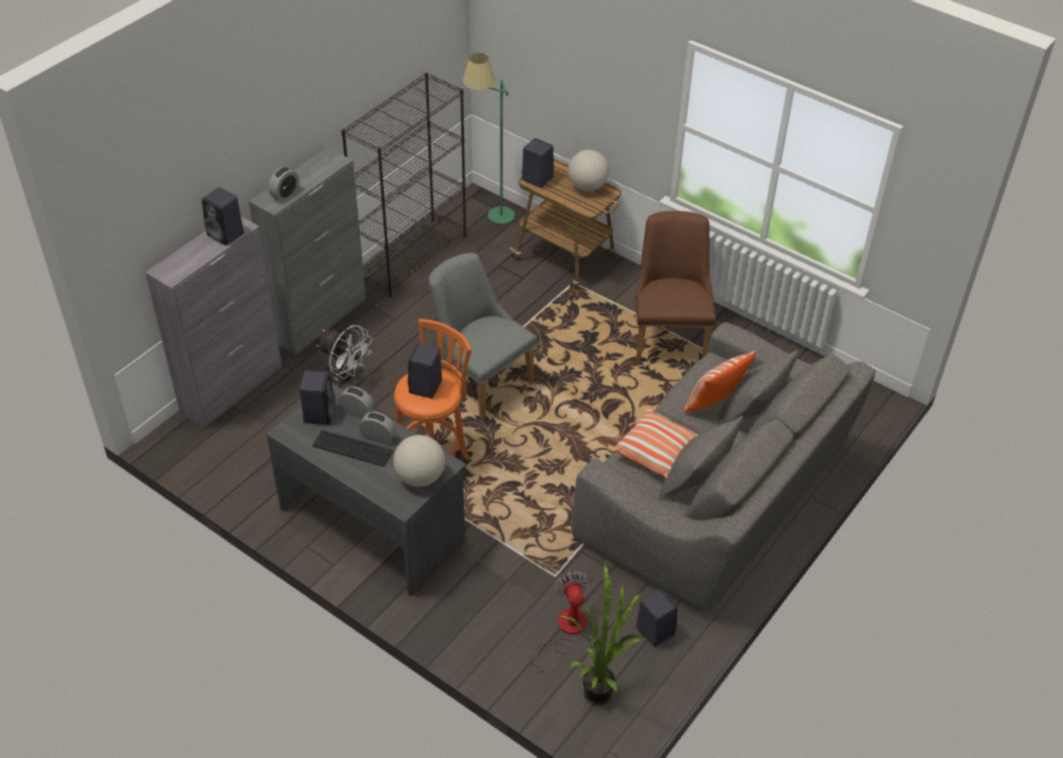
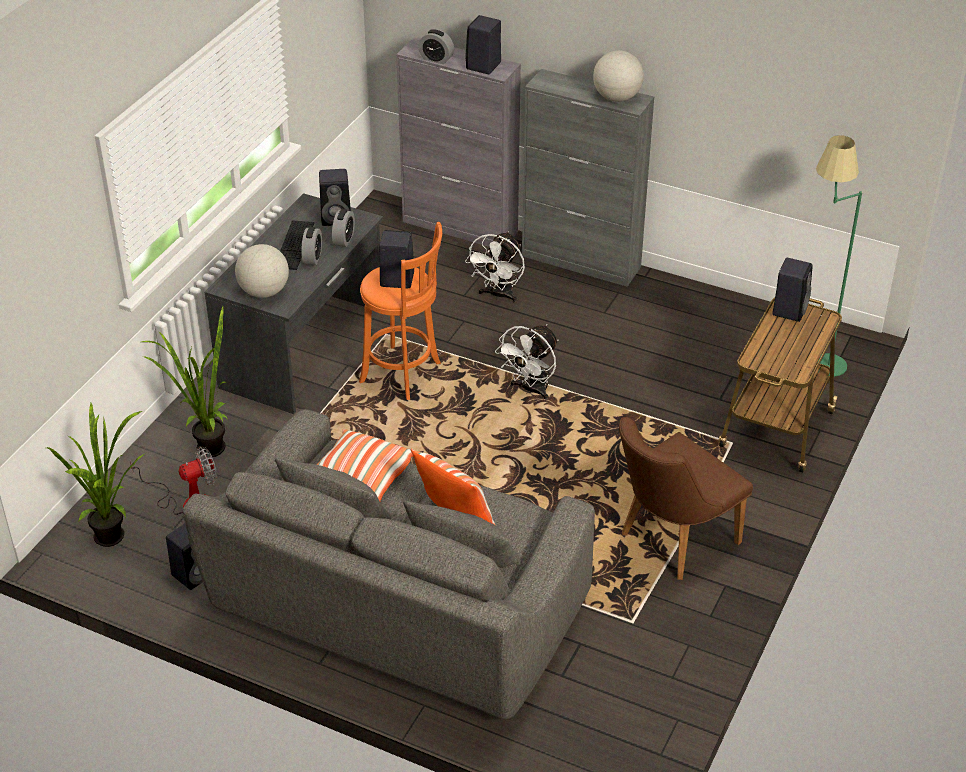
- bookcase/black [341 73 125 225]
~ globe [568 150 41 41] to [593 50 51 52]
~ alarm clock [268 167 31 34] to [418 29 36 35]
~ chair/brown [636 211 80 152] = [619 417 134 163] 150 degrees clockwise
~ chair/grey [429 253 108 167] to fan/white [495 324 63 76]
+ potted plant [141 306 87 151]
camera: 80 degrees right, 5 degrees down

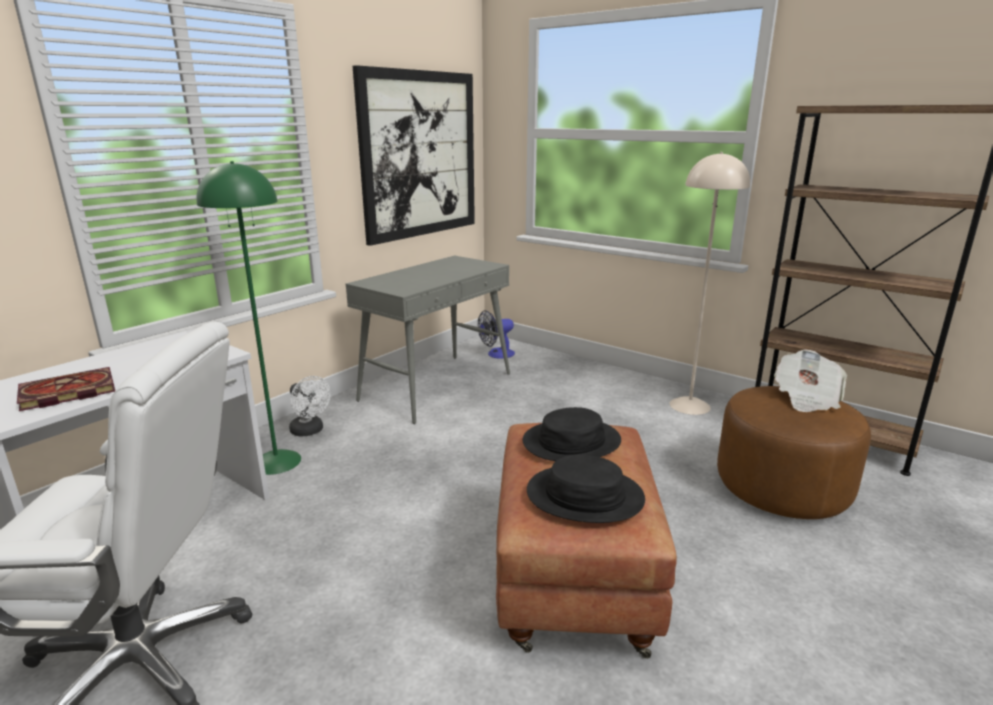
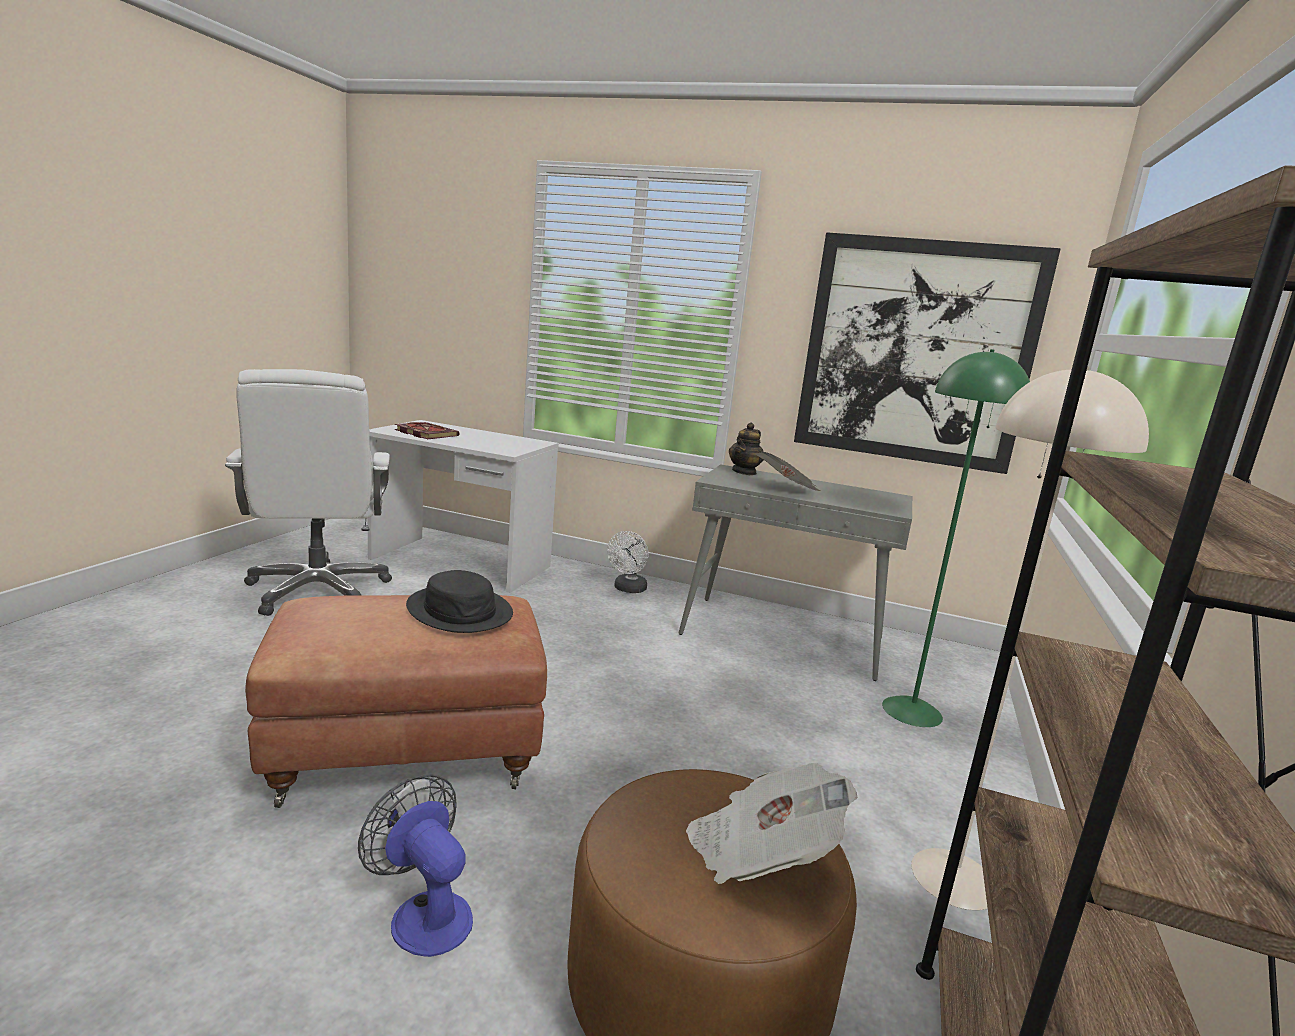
~ floor lamp/green [196 161 105 314] to [882 349 148 378]
~ fan [478 310 37 49] to [358 774 115 183]
- hat/black [527 455 118 68]
+ teapot [729 422 34 53]
+ newspaper [756 451 65 40]
camera: 70 degrees right, 5 degrees down

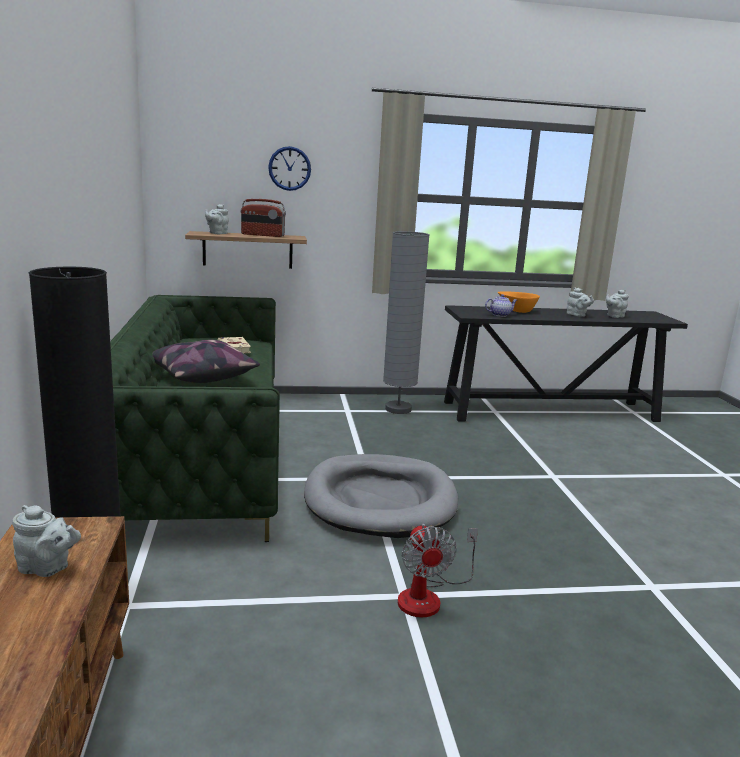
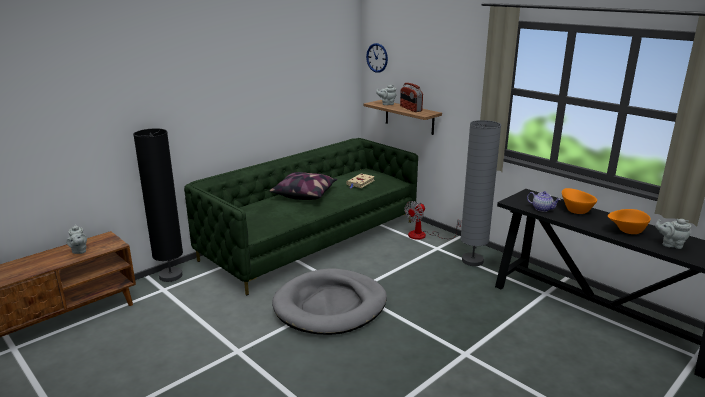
~ wall clock [268 146 43 45] to [366 43 22 30]
~ teapot/grey [567 288 27 28] to bowl/orange [608 209 43 25]
~ fan [398 524 80 93] to [405 201 56 39]
camera: 55 degrees right, 5 degrees up

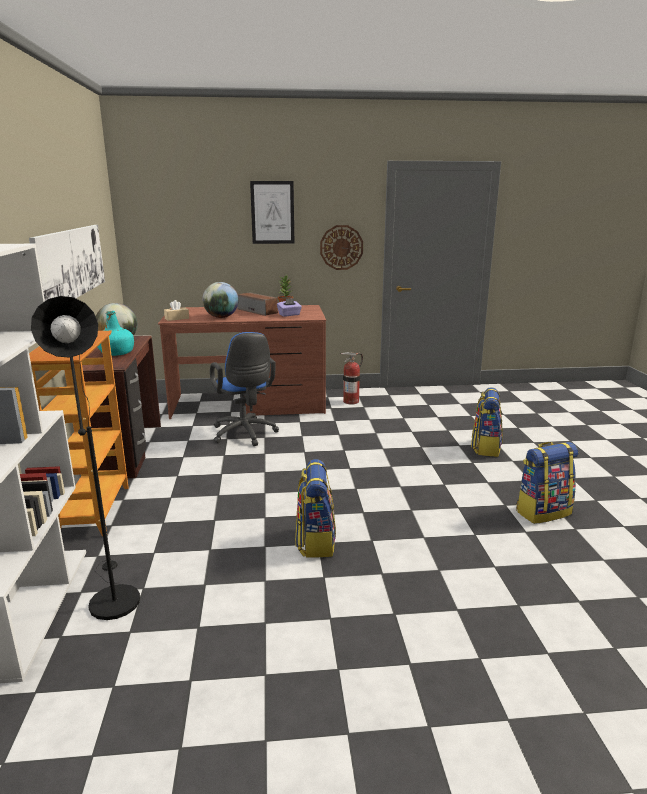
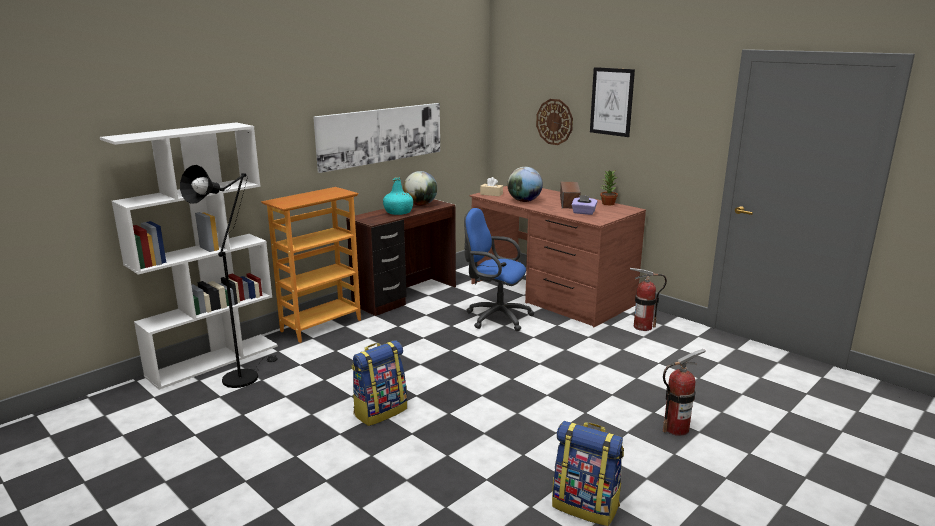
~ wall clock [320 225 43 45] to [536 99 37 46]
~ office chair/blue [210 332 69 114] = [464 208 71 123] 90 degrees clockwise
~ backpack [471 387 32 70] to fire extinguisher [663 349 43 87]
camera: 50 degrees right, 0 degrees up

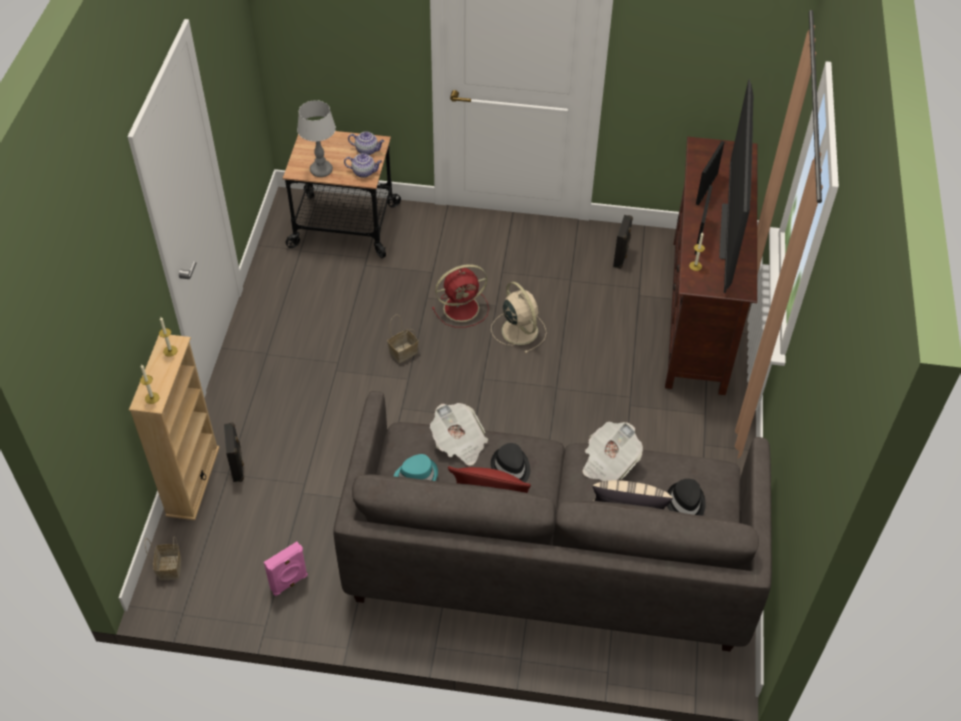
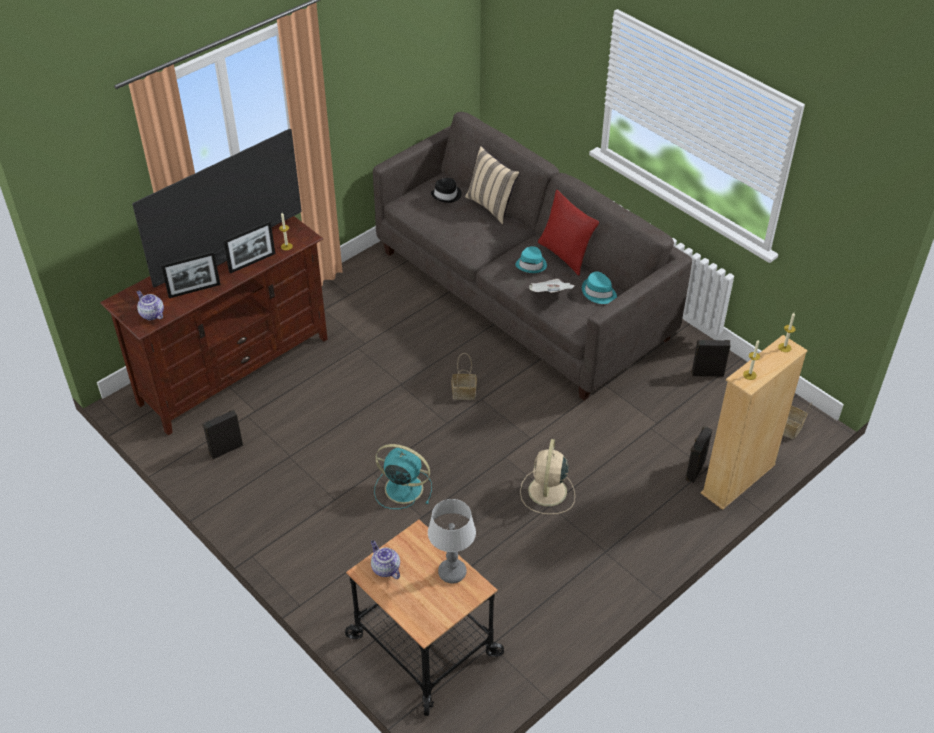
~ teapot [344 153 38 25] to [137 291 27 30]
~ fan/red [432 264 57 64] to fan/turquoise [374 444 58 65]
~ fan/beige [491 282 56 71] to [520 439 55 75]
~ basket [388 315 30 48] to [452 353 25 47]
- newspaper [583 422 60 59]
~ hat/black [491 443 39 40] to hat/turquoise [515 246 32 27]
~ speaker/pink [264 542 44 54] to speaker/black [691 339 40 38]
camera: 140 degrees left, 5 degrees down

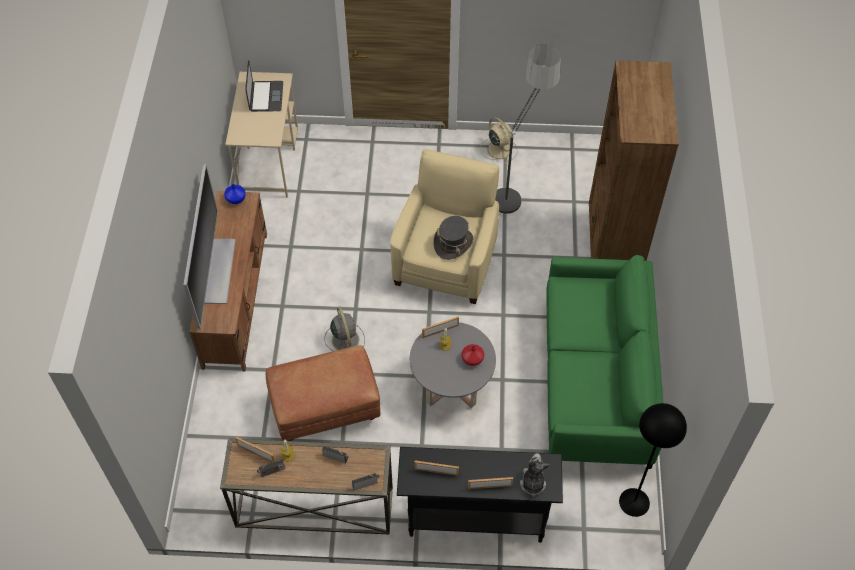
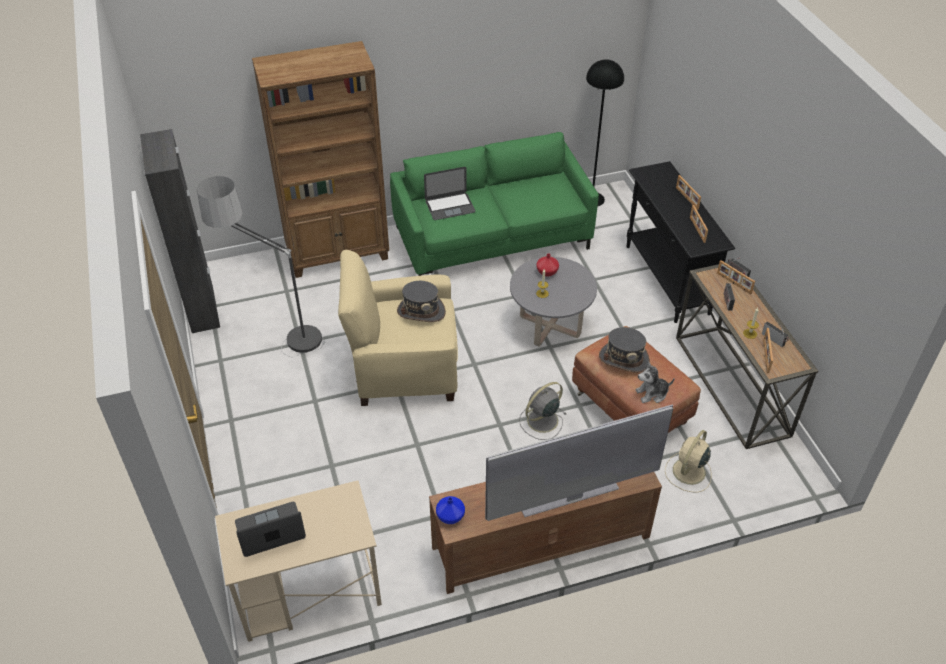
~ fan/beige [480 117 38 47] to [665 430 46 62]
~ picture frame [422 316 37 22] to [717 260 38 34]
~ plush toy [520 453 29 44] to [636 361 39 42]
+ cabinet/black [140 129 80 204]
+ laptop [424 167 52 53]
+ hat/grey [599 327 51 46]
camera: 110 degrees left, 10 degrees down

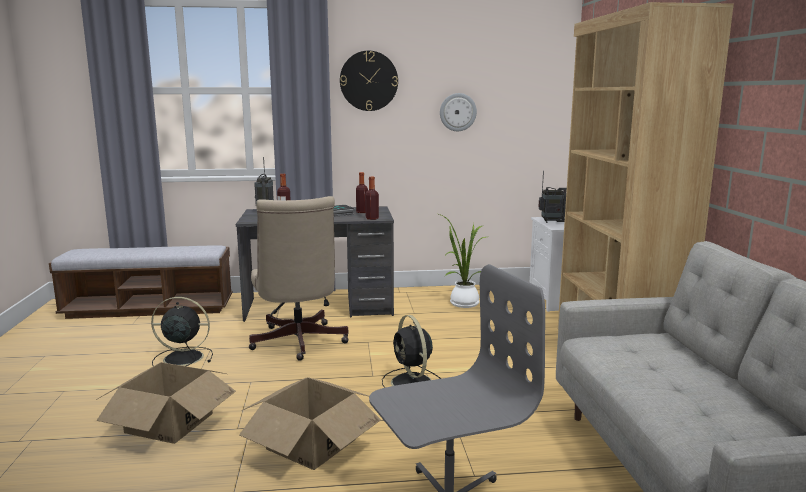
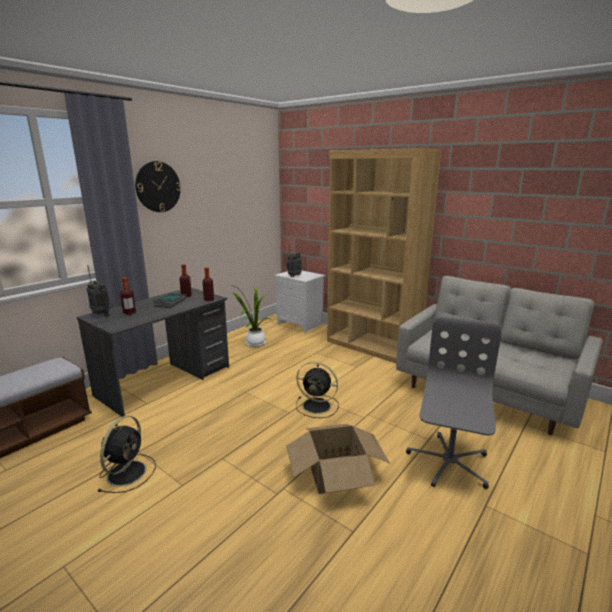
- wall clock [440 93 37 38]
- office chair/beige [249 196 100 165]
~ fan/black [151 297 62 69] = [98 416 58 77] 150 degrees clockwise
- cardboard box [96 362 140 82]
camera: 45 degrees left, 5 degrees up

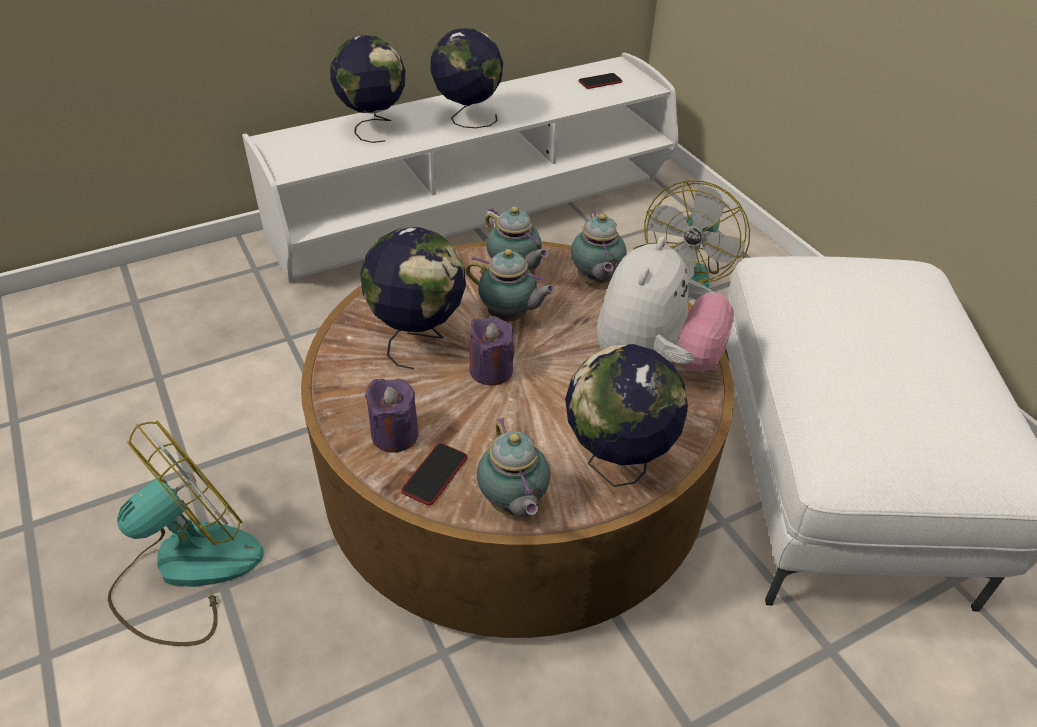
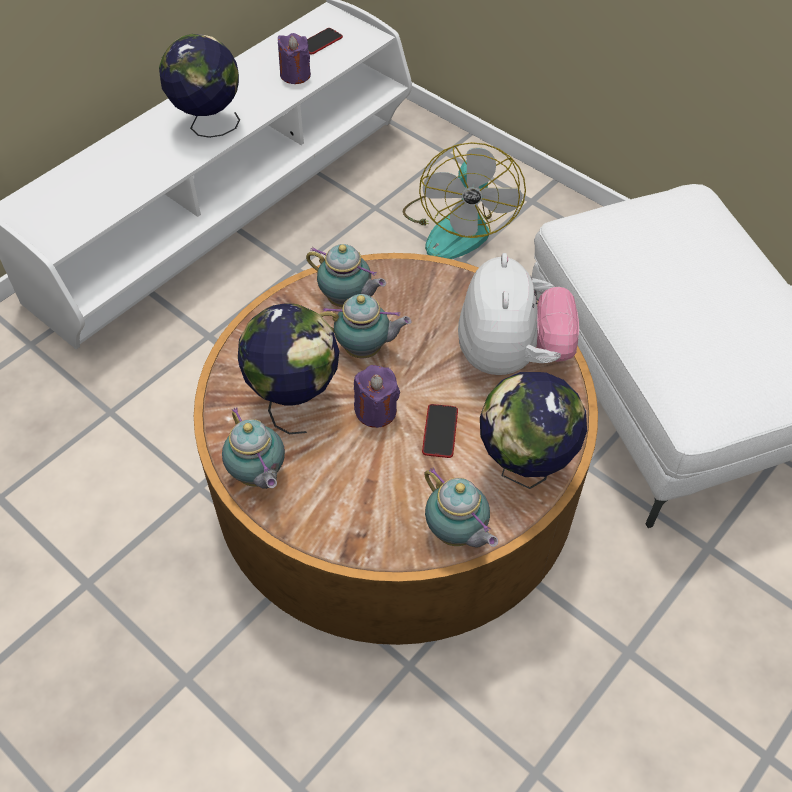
- globe [330 35 75 108]
~ teapot [571 211 56 73] to [222 407 63 82]
~ candle/purple [365 379 54 74] to [278 33 33 51]
- fan [108 421 156 225]
~ phone [401 443 66 62] to [422 404 36 54]
camera: 20 degrees left, 10 degrees up

